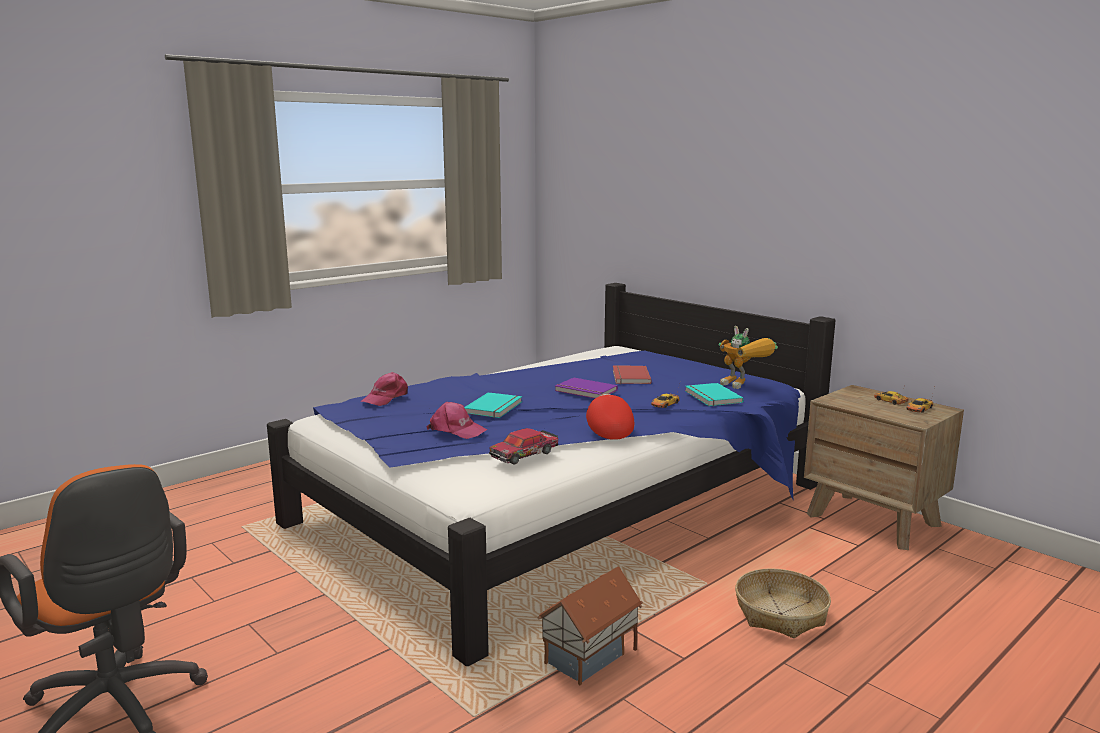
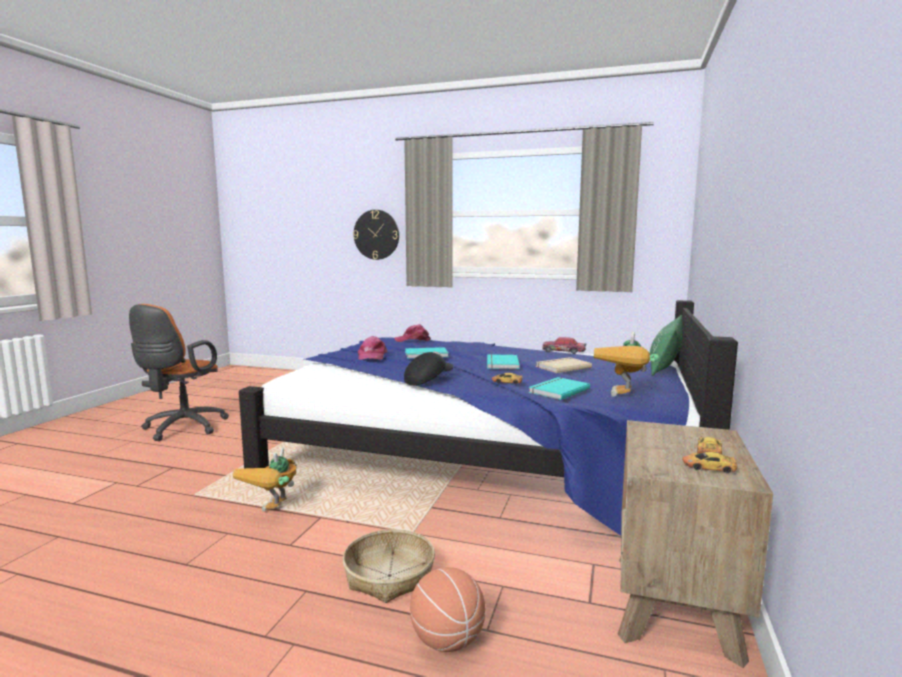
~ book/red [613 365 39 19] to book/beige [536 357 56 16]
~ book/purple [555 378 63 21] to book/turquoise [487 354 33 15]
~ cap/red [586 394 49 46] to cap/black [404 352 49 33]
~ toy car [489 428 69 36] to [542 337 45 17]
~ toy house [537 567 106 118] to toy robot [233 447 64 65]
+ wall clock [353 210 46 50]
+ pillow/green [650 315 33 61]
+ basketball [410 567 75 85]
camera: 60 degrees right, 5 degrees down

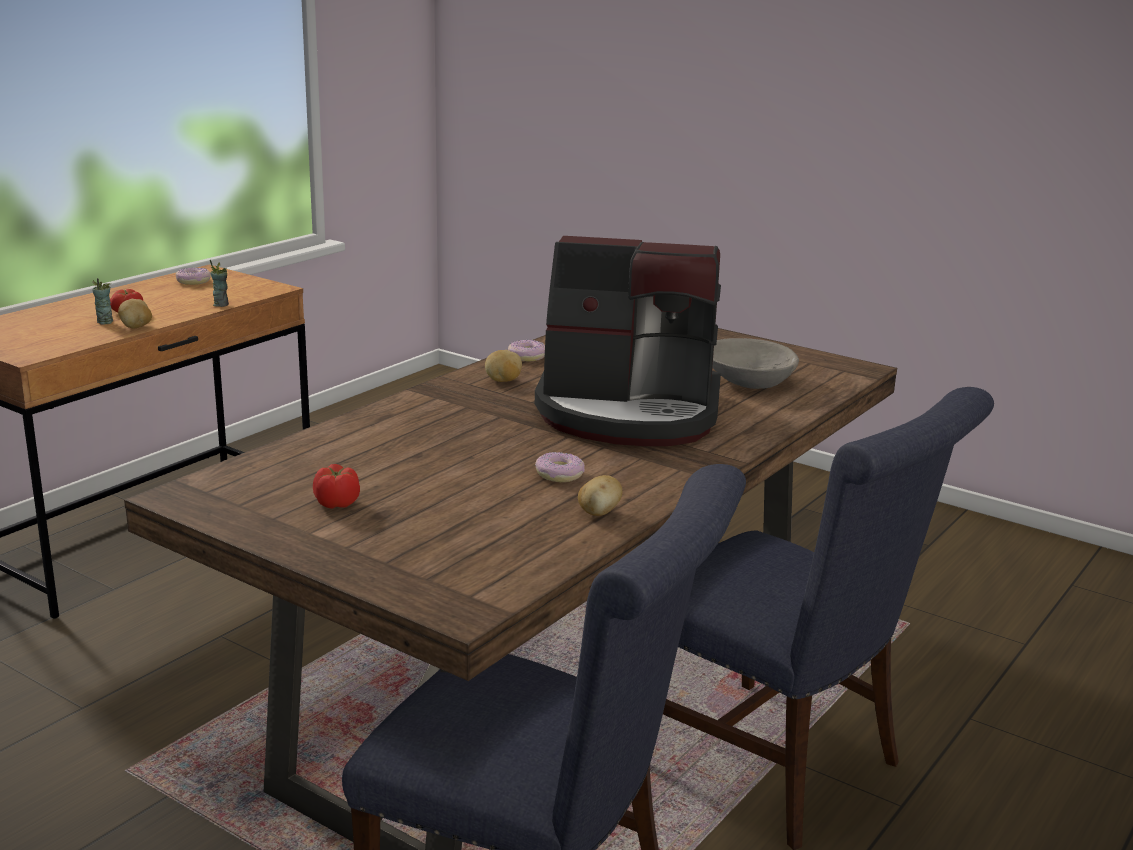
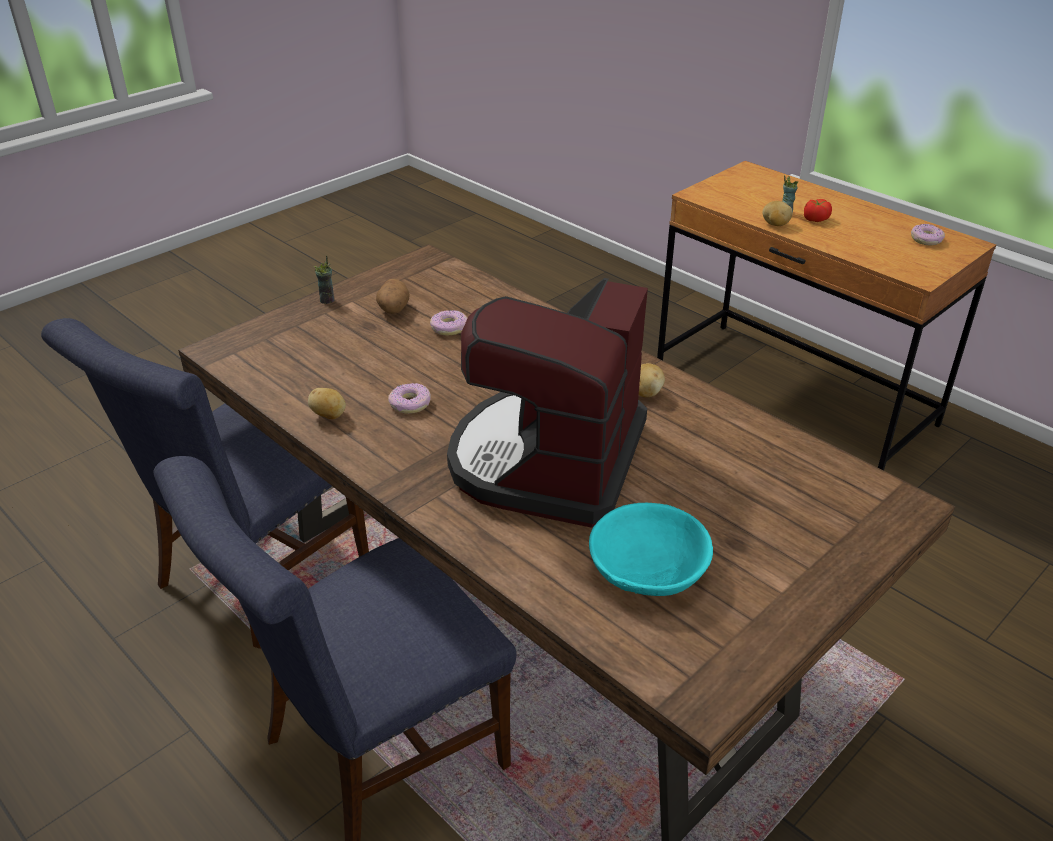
~ cup [210 260 19 47] to [314 255 20 49]
~ bowl/grey [712 338 87 51] to bowl/turquoise [589 503 124 93]
~ donut [508 340 37 21] to [430 310 38 25]
~ tomato [313 464 47 45] to potato [376 279 34 35]
camera: 100 degrees right, 15 degrees up

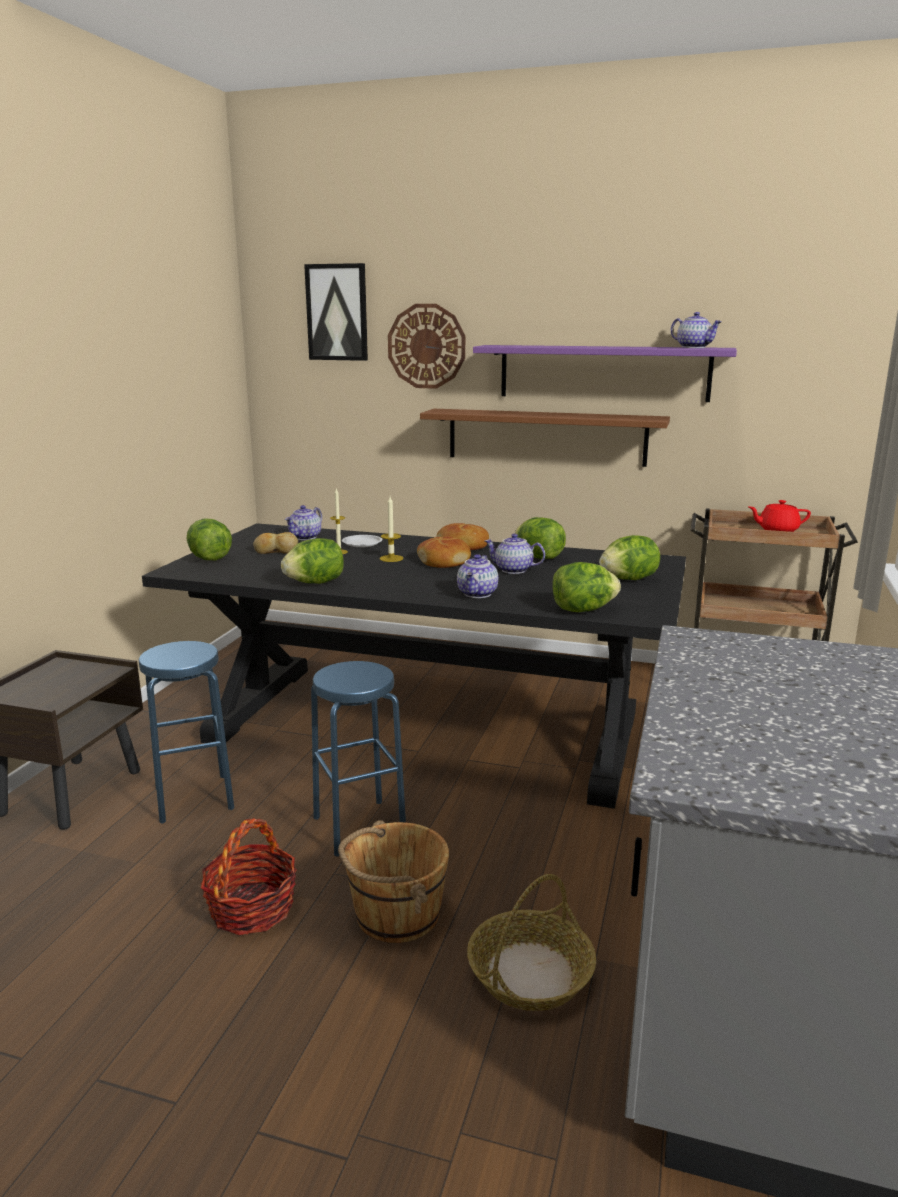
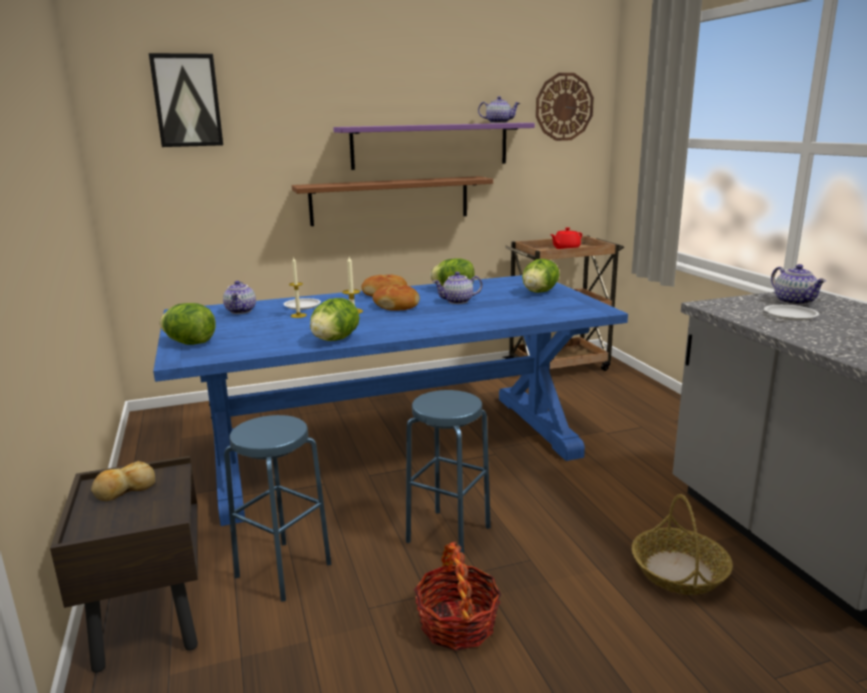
~ wall clock [388 304 77 85] to [536 73 58 68]
~ dining table/black [142 523 544 286] to dining table/blue [153 275 475 251]
~ bread [253 532 45 22] to [91 461 64 40]
~ teapot [457 554 41 44] to [771 264 55 41]
- lettuce [552 562 69 50]
- bucket/brown [338 820 111 123]
+ plate/white [764 305 55 16]
camera: 35 degrees left, 0 degrees up

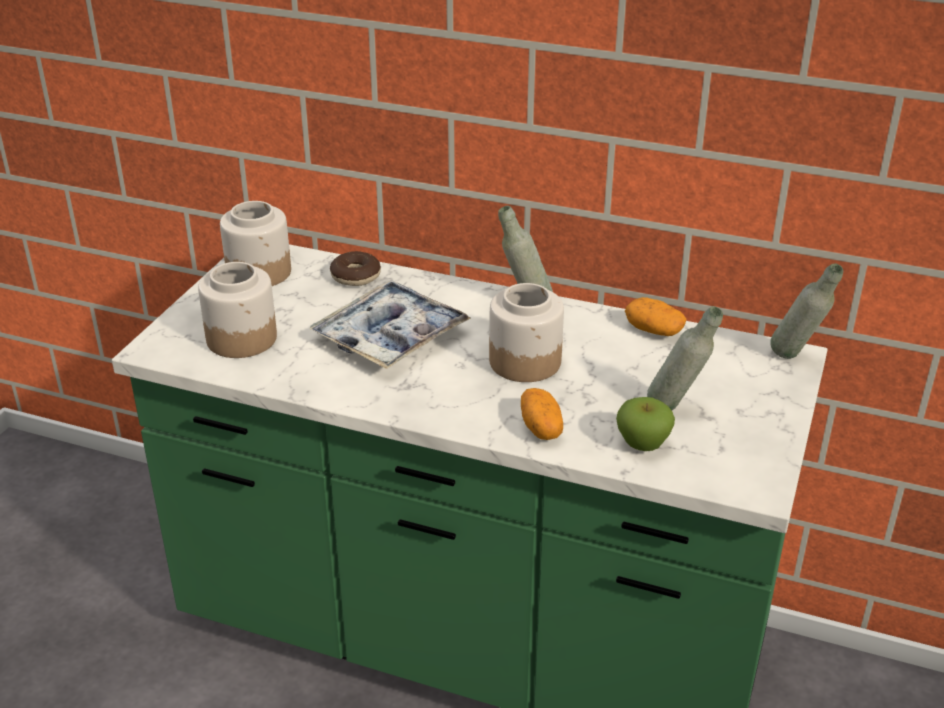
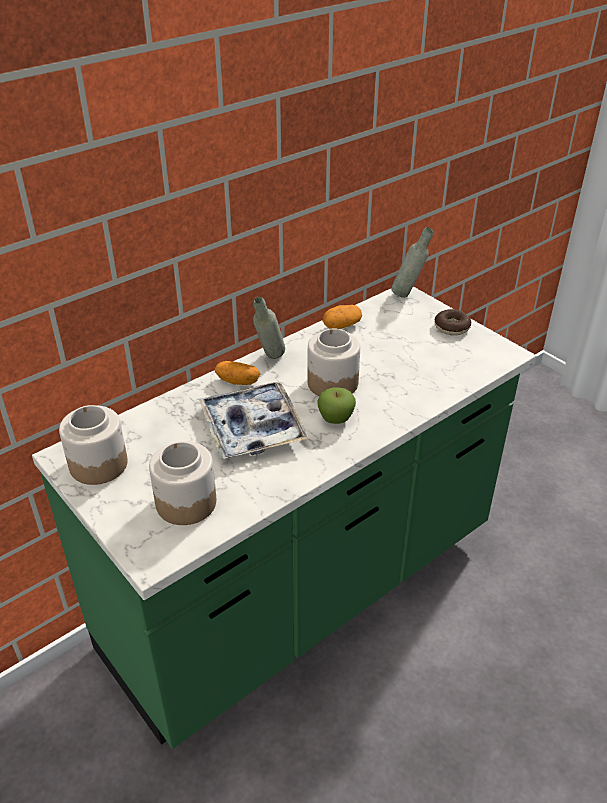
~ donut [330 251 51 35] to [435 309 36 27]
- bottle/grey [647 306 76 105]
~ potato [521 388 42 52] to [215 361 45 24]
~ apple [616 397 59 54] to [318 387 38 37]
camera: 60 degrees left, 5 degrees up

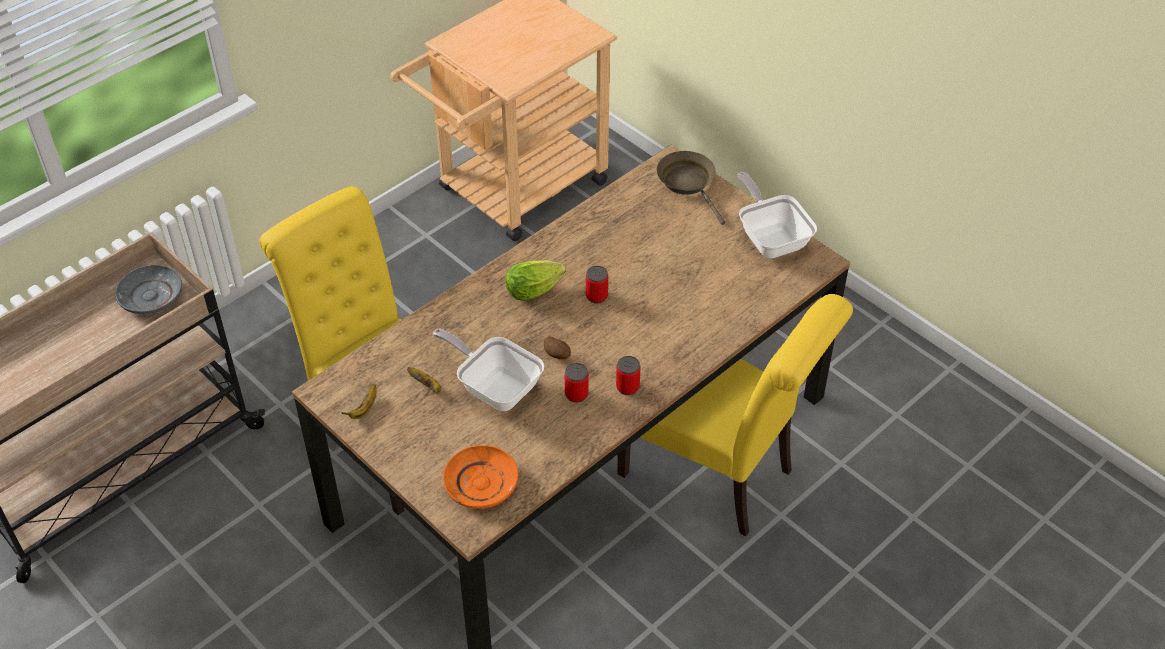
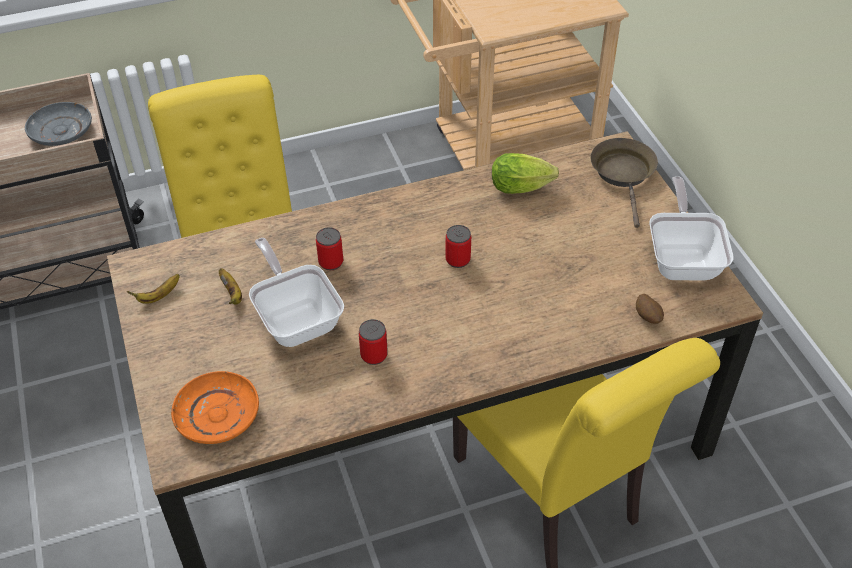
~ lettuce [506 260 60 41] to [492 153 67 41]
~ potato [544 337 27 22] to [636 294 28 30]
~ can [616 356 24 39] to [316 227 27 43]
camera: 25 degrees right, 0 degrees up

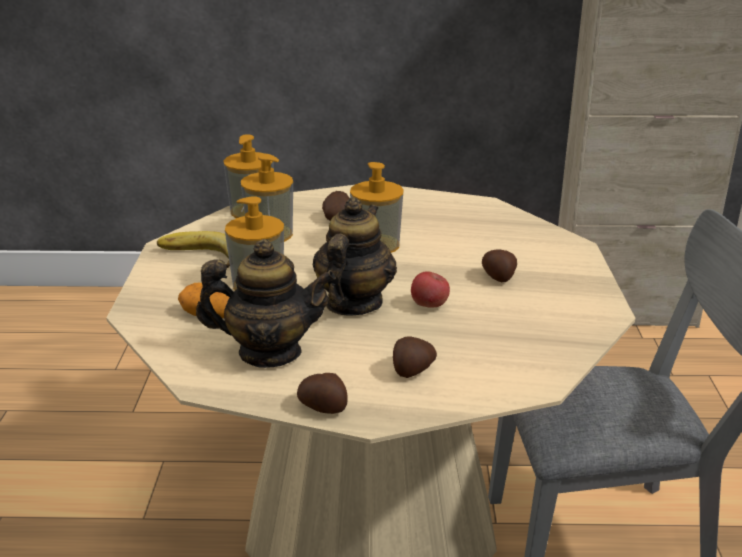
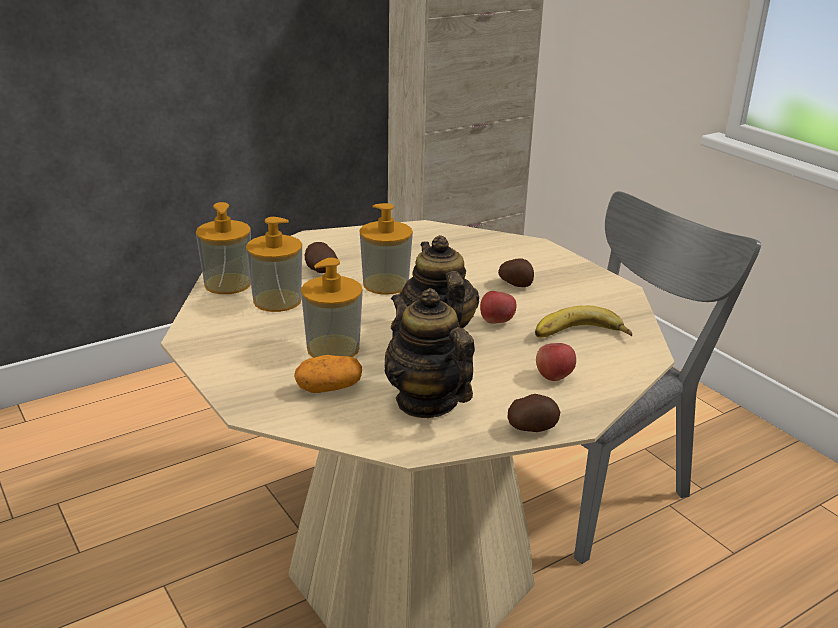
~ banana [157 231 73 37] to [535 305 97 32]
~ teapot [196 239 140 129] = [385 288 90 130] 90 degrees counterclockwise
~ potato [393 336 44 42] to apple [536 343 40 38]
camera: 35 degrees left, 0 degrees up

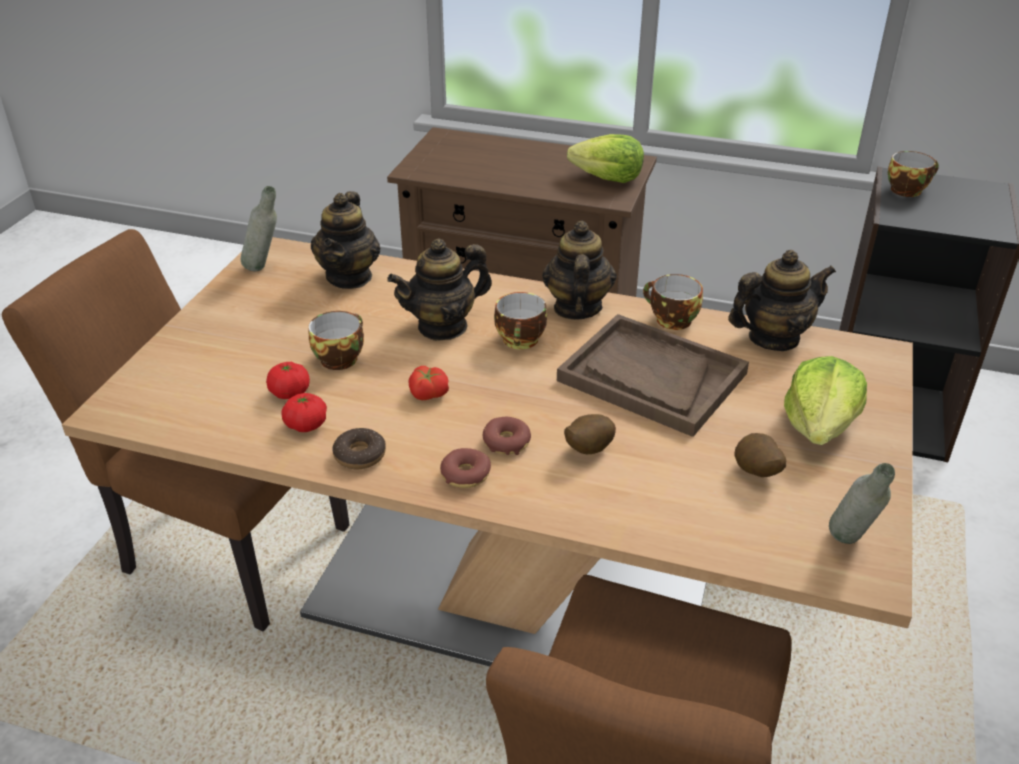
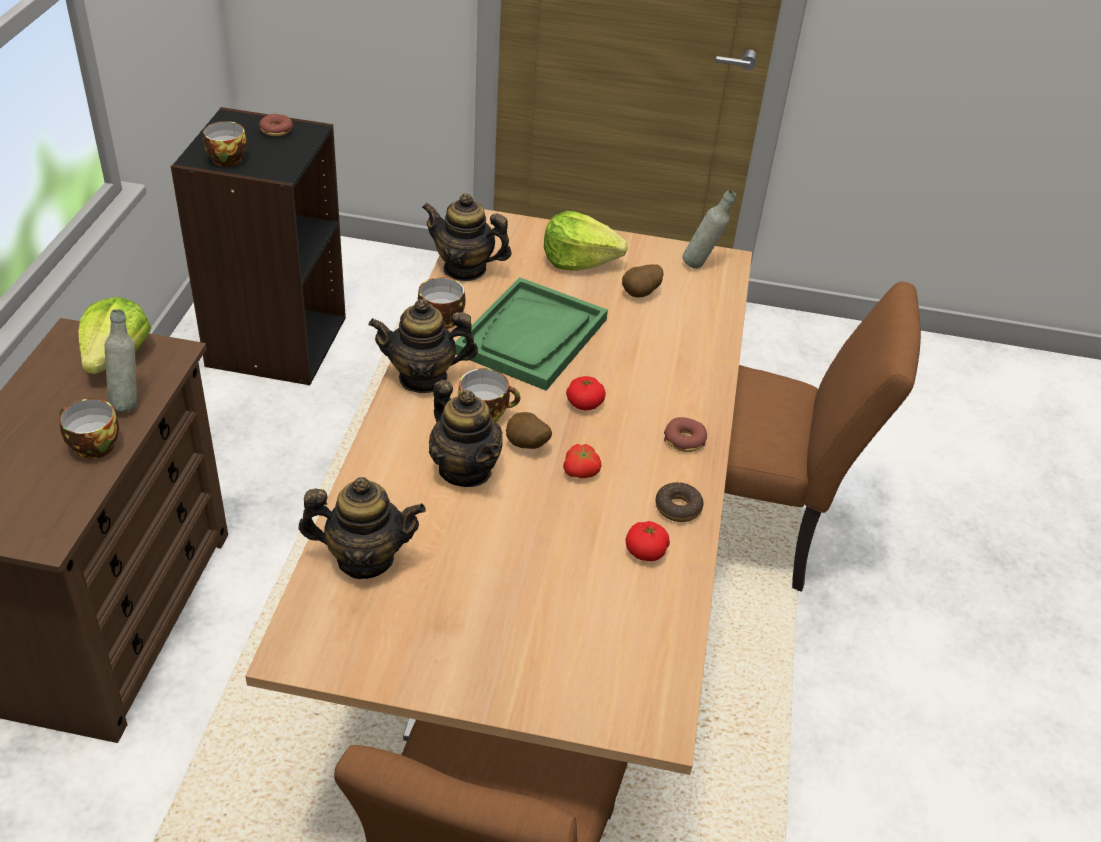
~ bottle/grey [241 186 36 85] to [105 309 32 103]
~ teapot [728 250 108 101] = [422 193 90 88] 45 degrees counterclockwise
~ cup [309 311 55 59] to [59 398 60 61]
~ tray/brown [557 314 192 123] to tray/green [455 277 153 114]
~ tomato [266 362 44 37] to [566 376 40 34]
~ potato [564 414 52 40] to [506 412 46 37]
~ donut [483 417 48 38] to [259 114 34 22]
camera: 100 degrees left, 5 degrees up

